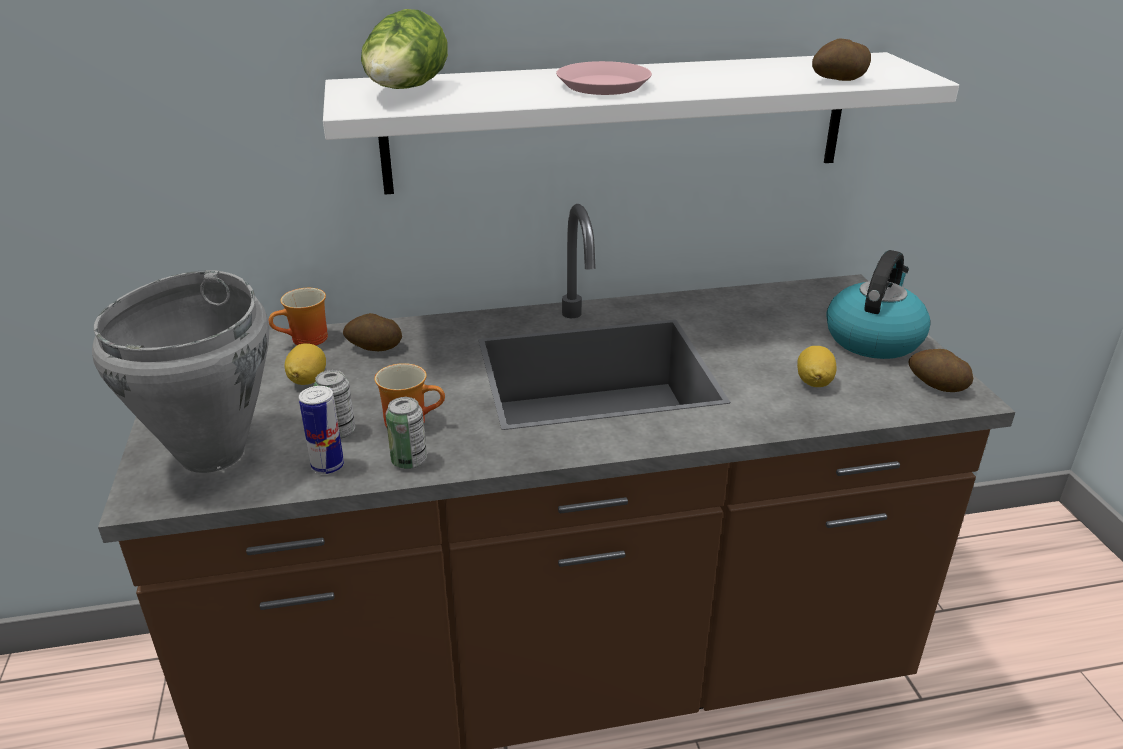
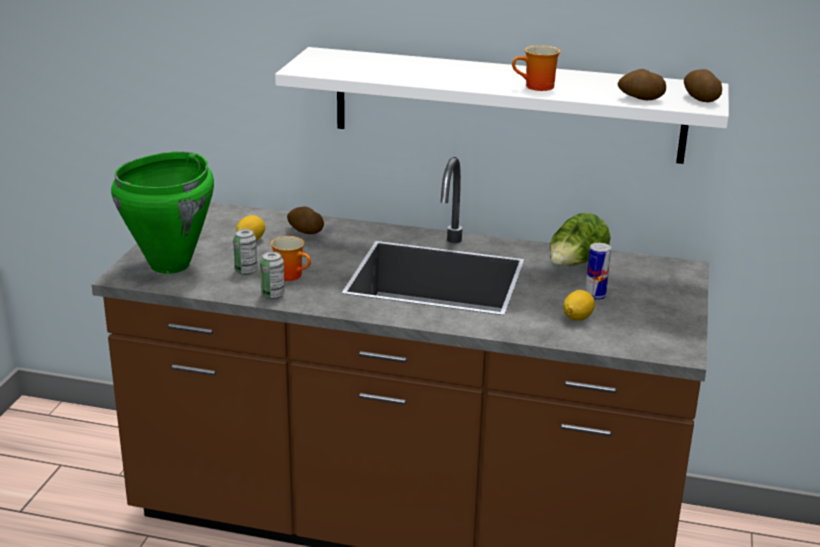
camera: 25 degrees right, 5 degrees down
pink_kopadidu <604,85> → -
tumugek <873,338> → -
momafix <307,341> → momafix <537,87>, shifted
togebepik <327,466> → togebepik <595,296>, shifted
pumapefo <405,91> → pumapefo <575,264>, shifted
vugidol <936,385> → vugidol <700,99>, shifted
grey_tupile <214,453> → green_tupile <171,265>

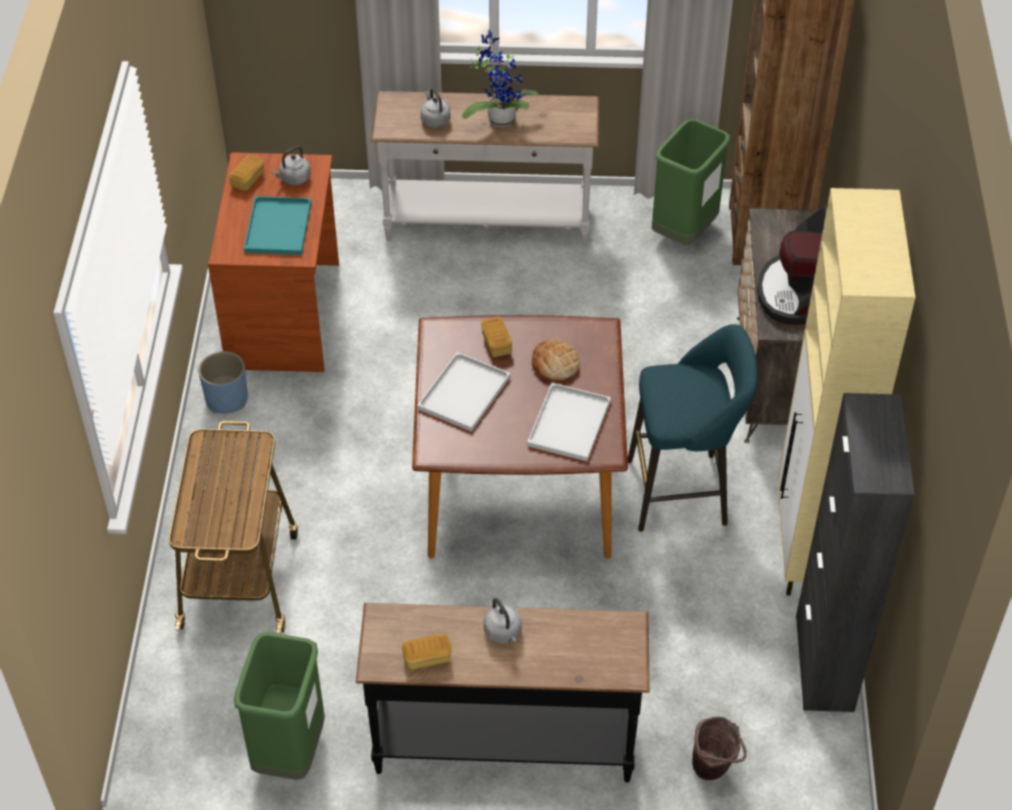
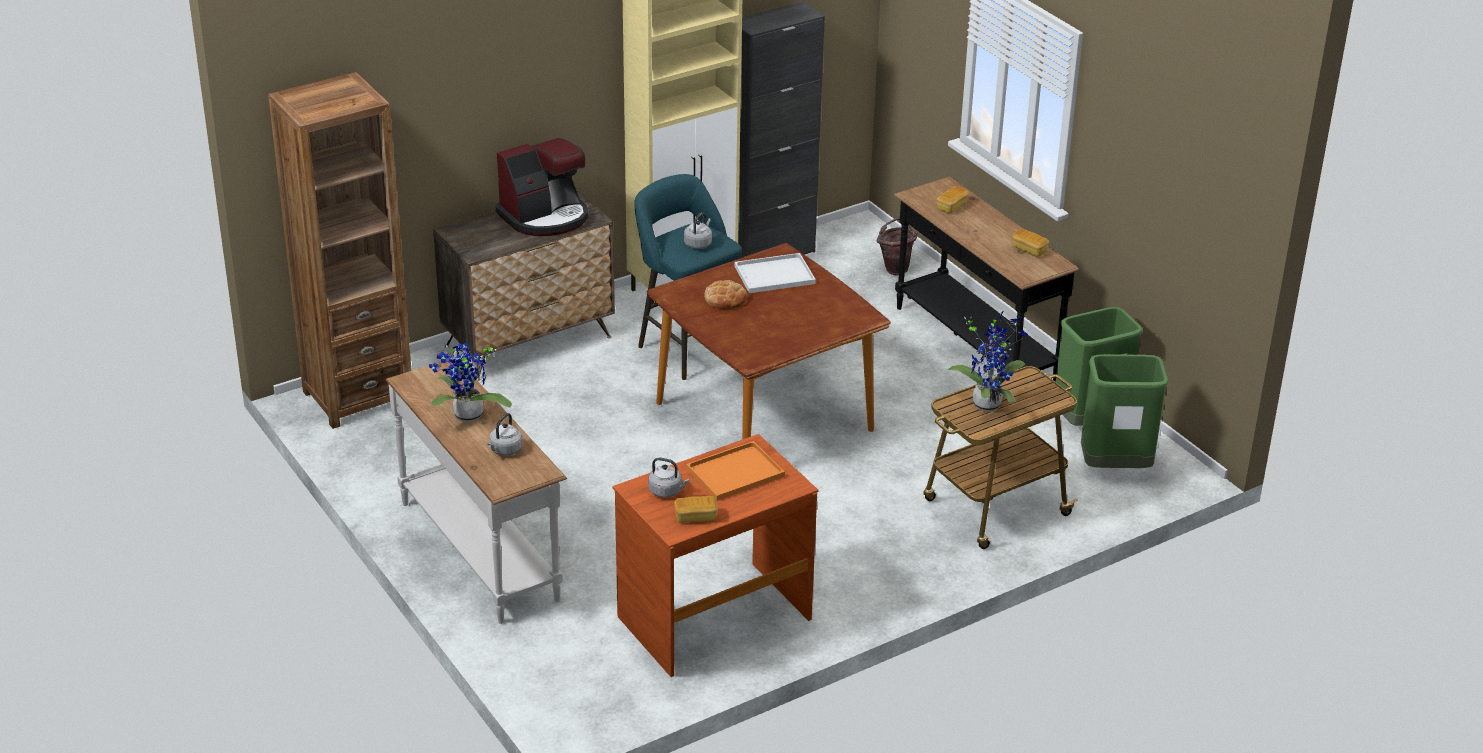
camera: 125 degrees left, 15 degrees down
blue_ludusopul <226,399> → -
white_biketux <464,391> → -
- → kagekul <988,403>
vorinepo <496,344> → vorinepo <952,206>, shifted
grey_tumugek <503,633> → grey_tumugek <698,243>, shifted
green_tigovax <684,232> → green_tigovax <1115,468>, shifted
turquoise_biketux <277,226> → orange_biketux <734,473>

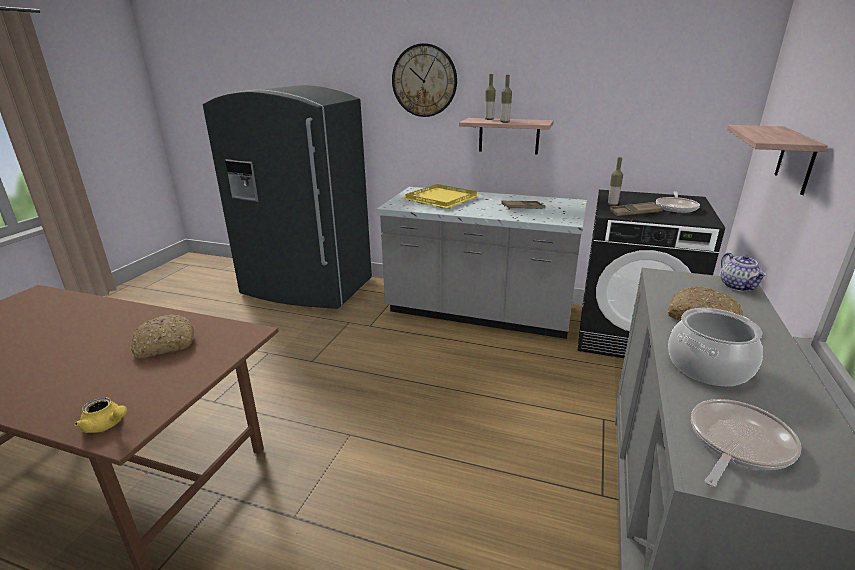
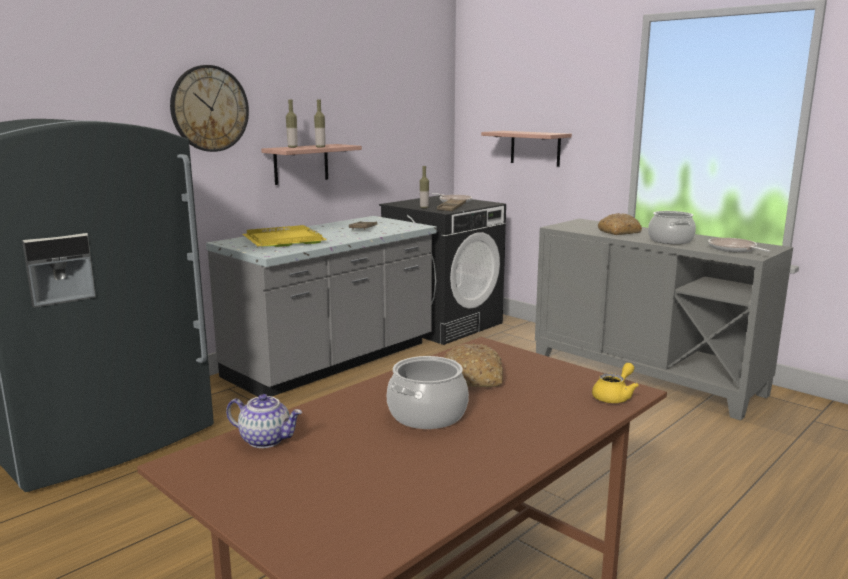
camera: 65 degrees left, 10 degrees down
- → tupile <427,415>
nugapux <738,286> → nugapux <266,440>, shifted

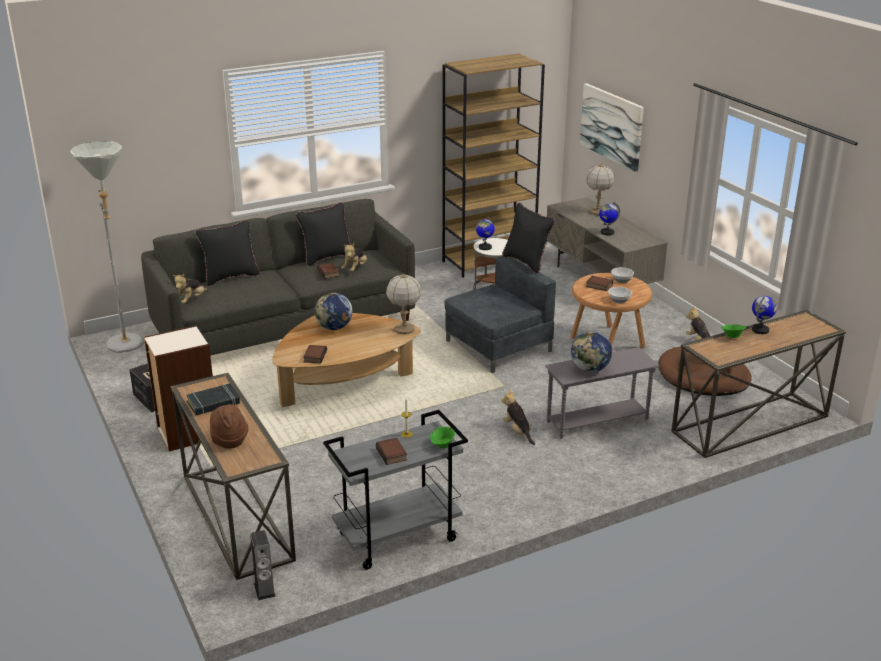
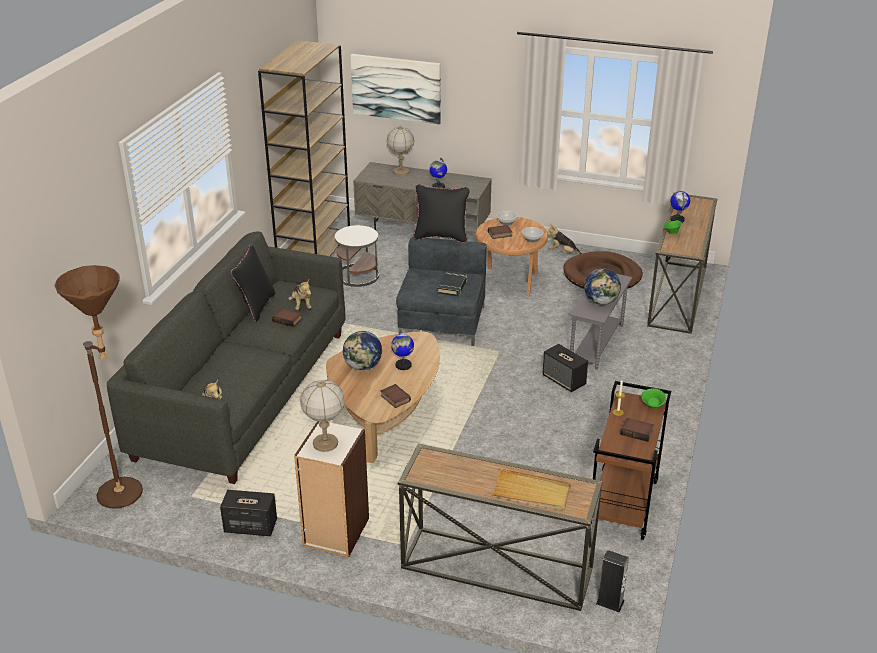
camera: 45 degrees left, 5 degrees up
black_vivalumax <230,277> → -
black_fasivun <214,403> → black_fasivun <452,286>, shifted
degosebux <404,329> → degosebux <325,444>, shifted
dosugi <484,247> → dosugi <403,365>, shifted
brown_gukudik <229,440> → beige_biketux <531,493>
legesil <518,432> → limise <564,380>
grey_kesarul <127,347> → brown_kesarul <129,496>
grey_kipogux <397,538> → brown_kipogux <623,505>

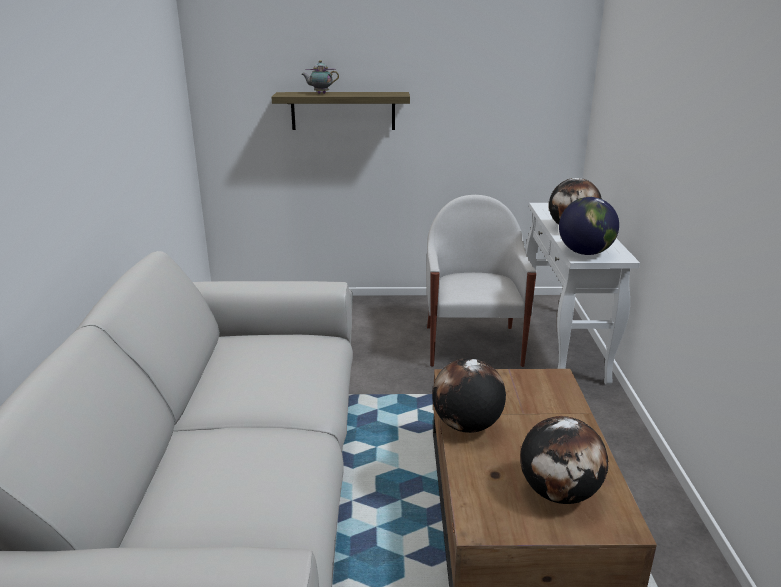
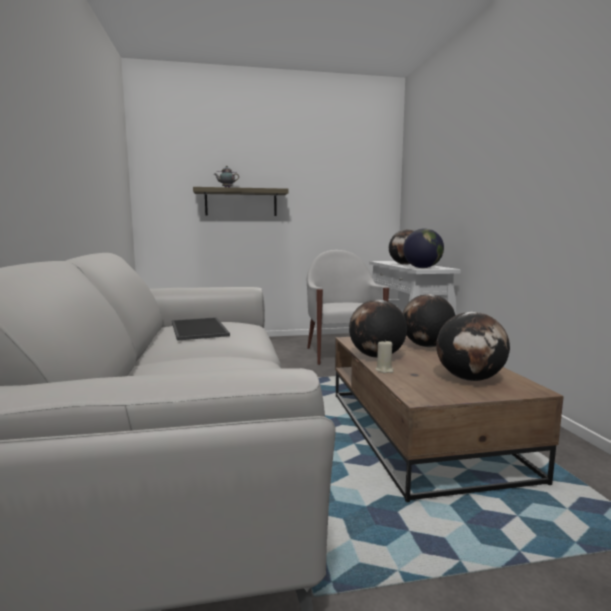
camera: 10 degrees left, 15 degrees down
- → biketux <200,329>
- → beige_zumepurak <384,370>
- → dosugi <426,346>

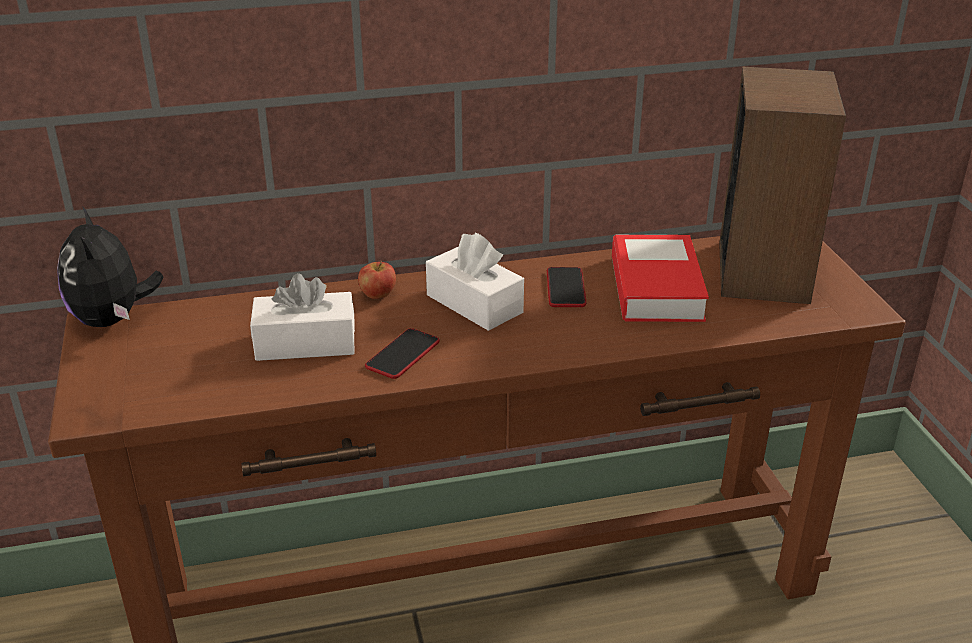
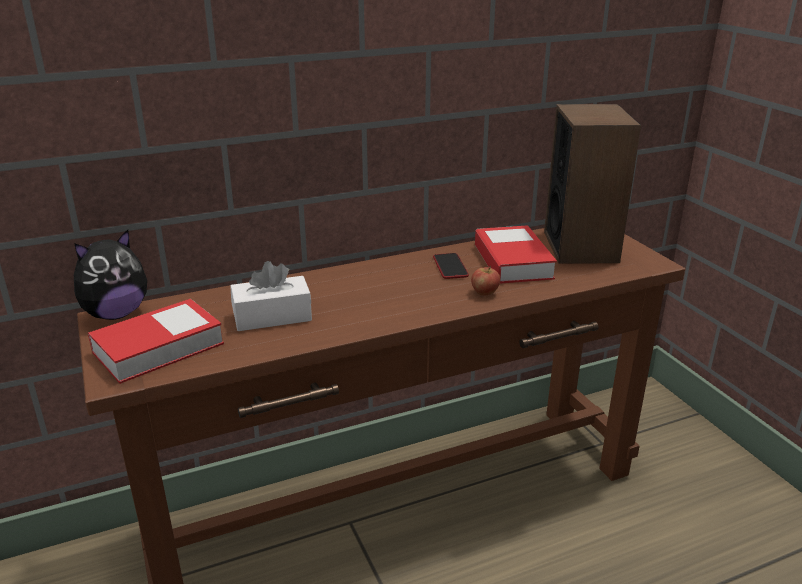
camera: 10 degrees left, 5 degrees down
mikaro <403,355> → -
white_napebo <474,304> → -
- → fasivun <158,348>
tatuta <378,295> → tatuta <484,293>, shifted
legesil <112,320> → legesil <115,314>, 105 degrees counterclockwise

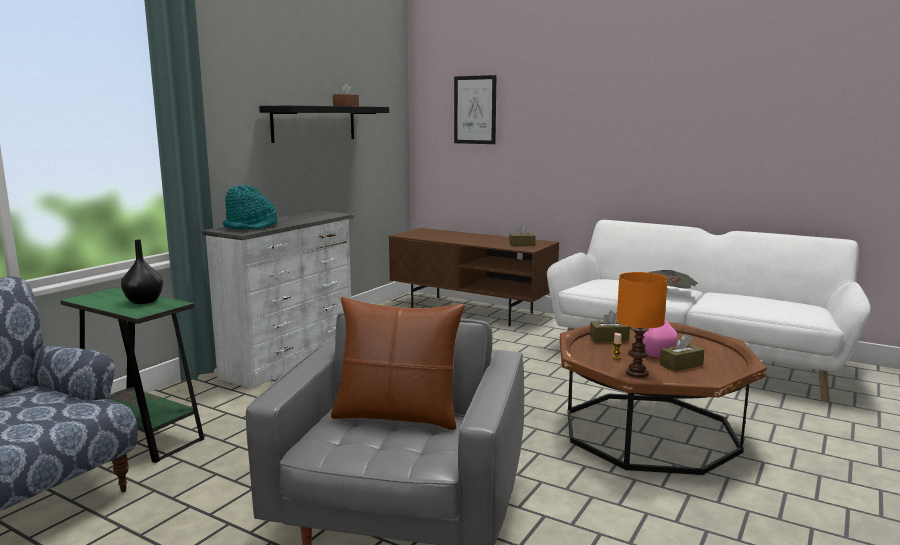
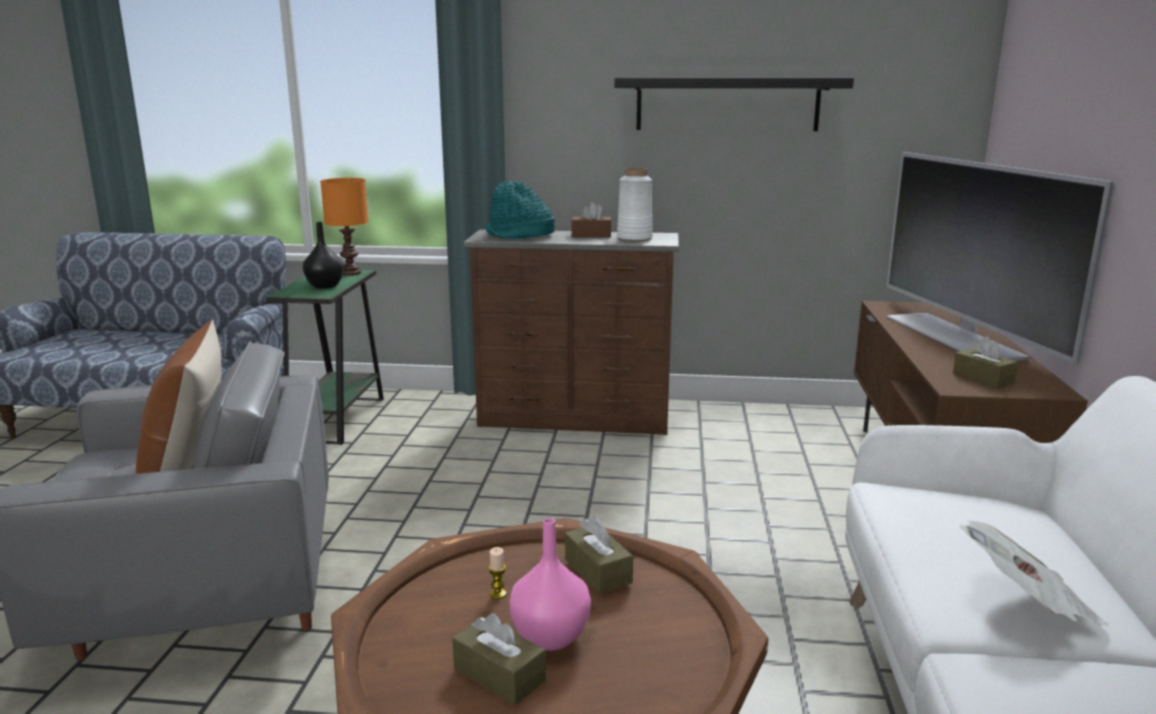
camera: 65 degrees right, 5 degrees up
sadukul <475,110> → -
- → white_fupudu <634,238>
- → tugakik <955,336>
brown_napebo <346,106> → brown_napebo <591,235>, shifted
orange_degosebux <636,373> → orange_degosebux <351,273>, shifted
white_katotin <292,360> → brown_katotin <575,420>

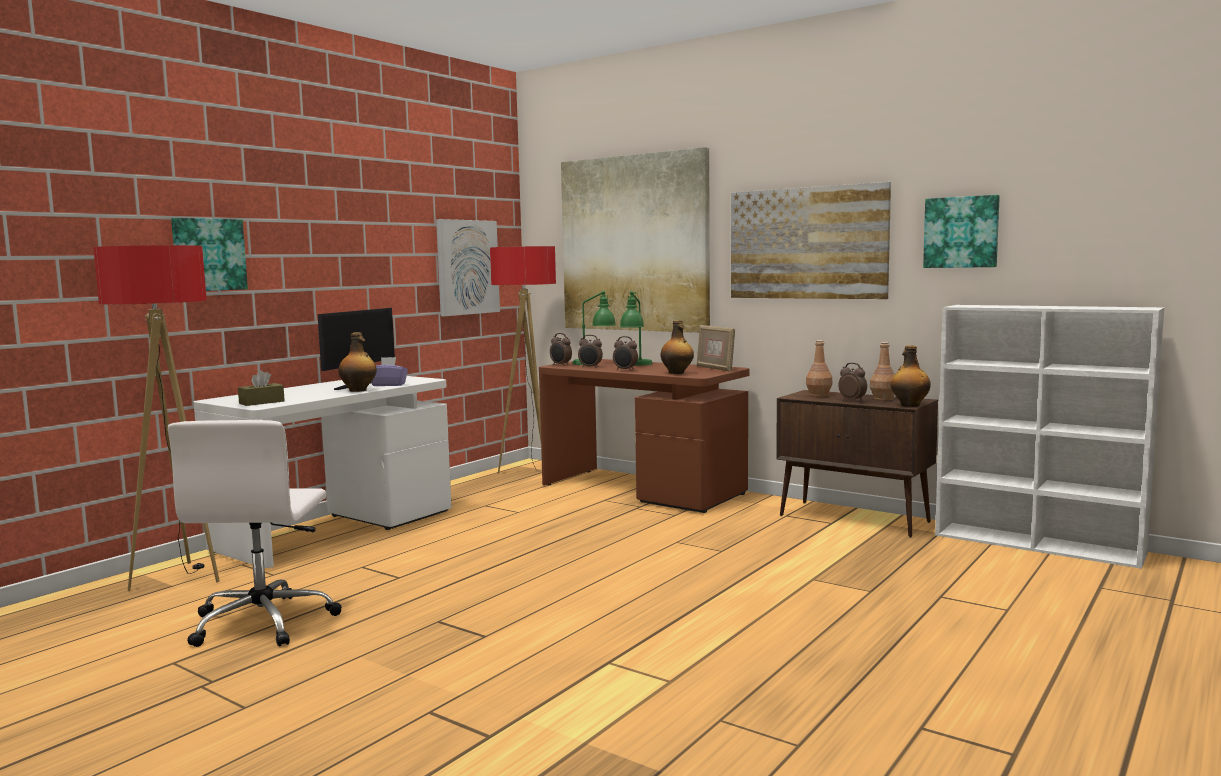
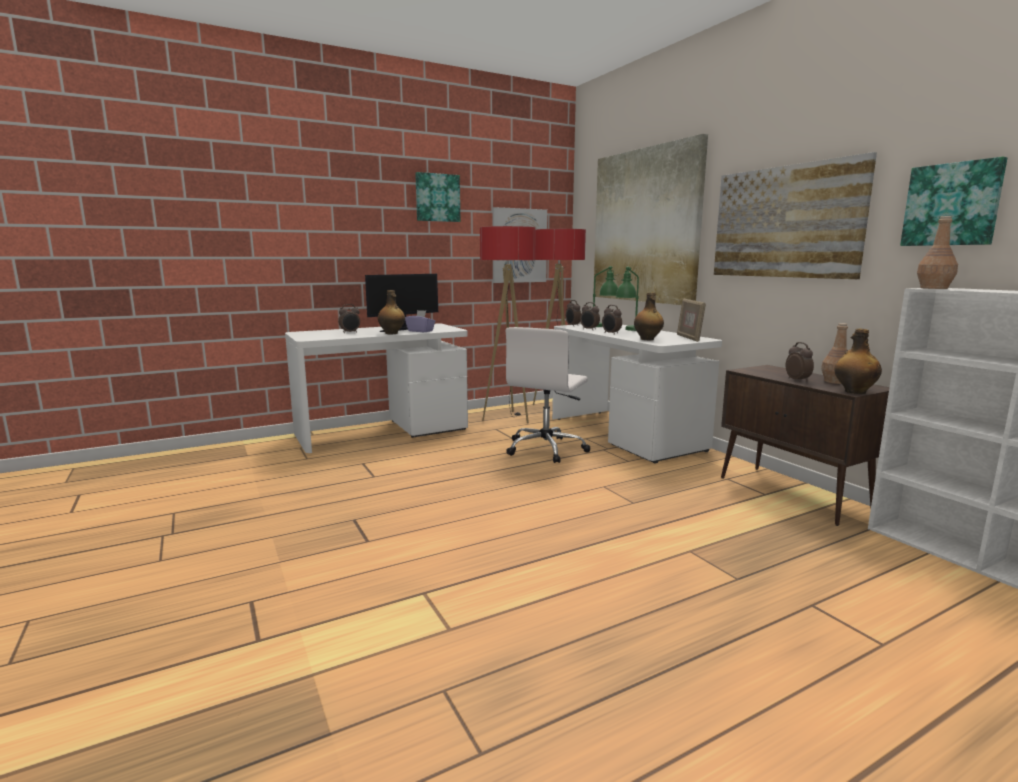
camera: 25 degrees right, 5 degrees up
brown_napebo <261,402> → -
- → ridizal <350,332>
kesarul <179,578> → kesarul <508,418>, shifted
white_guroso <264,622> → white_guroso <546,449>, shifted
sadukul <208,254> → sadukul <437,197>, shifted
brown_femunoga <818,395> → brown_femunoga <933,288>, shifted
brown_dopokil <643,490> → white_dopokil <626,434>

